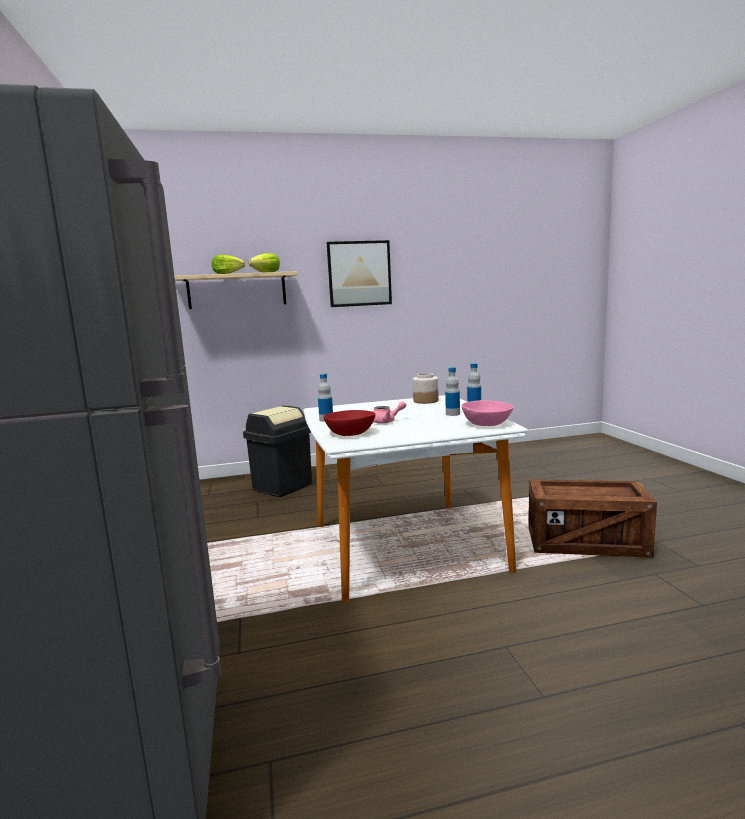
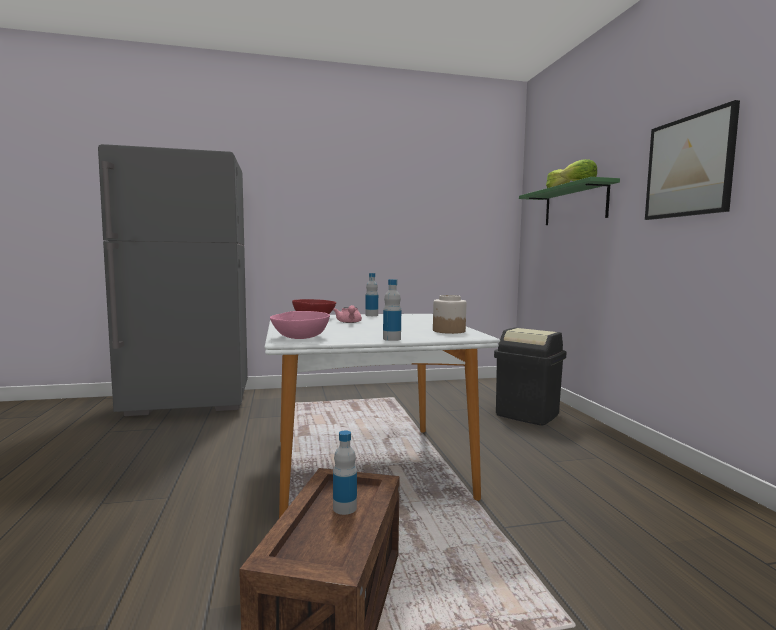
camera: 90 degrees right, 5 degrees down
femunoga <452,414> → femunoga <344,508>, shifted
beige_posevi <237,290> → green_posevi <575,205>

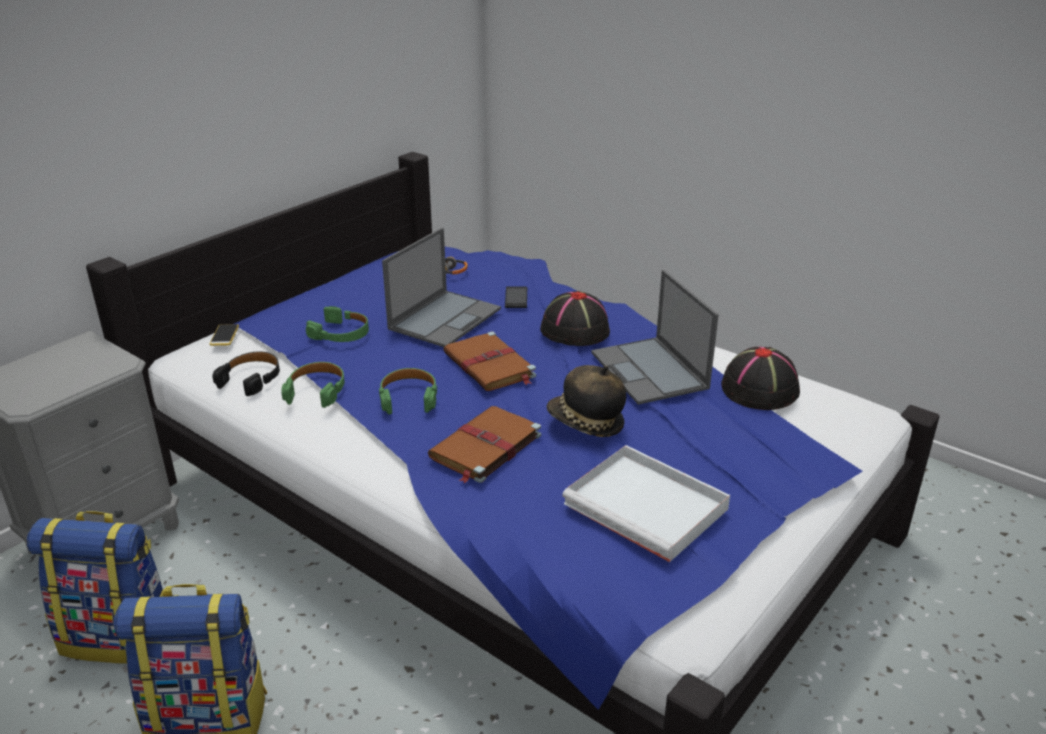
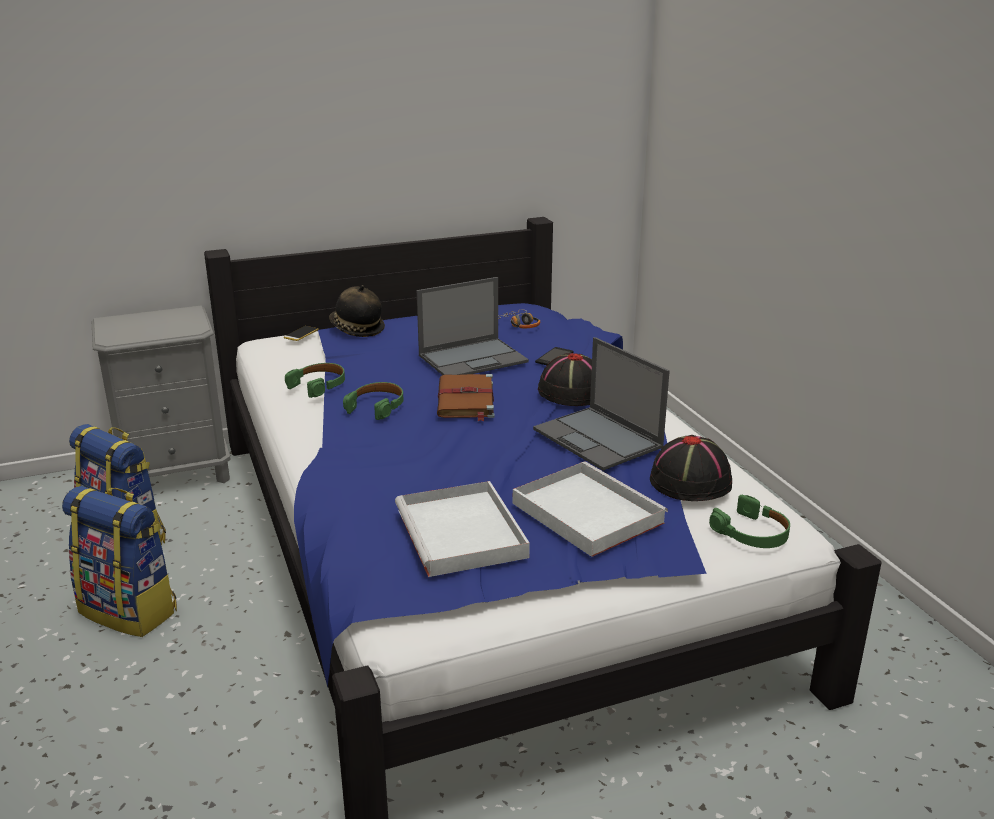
camera: 30 degrees right, 5 degrees down
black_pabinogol <251,379> → -
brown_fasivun <484,447> → -
- → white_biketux <584,512>
green_pabinogol <341,333> → green_pabinogol <752,533>, shifted
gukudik <585,423> → gukudik <356,329>, shifted
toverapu <650,371> → toverapu <598,439>, 45 degrees counterclockwise

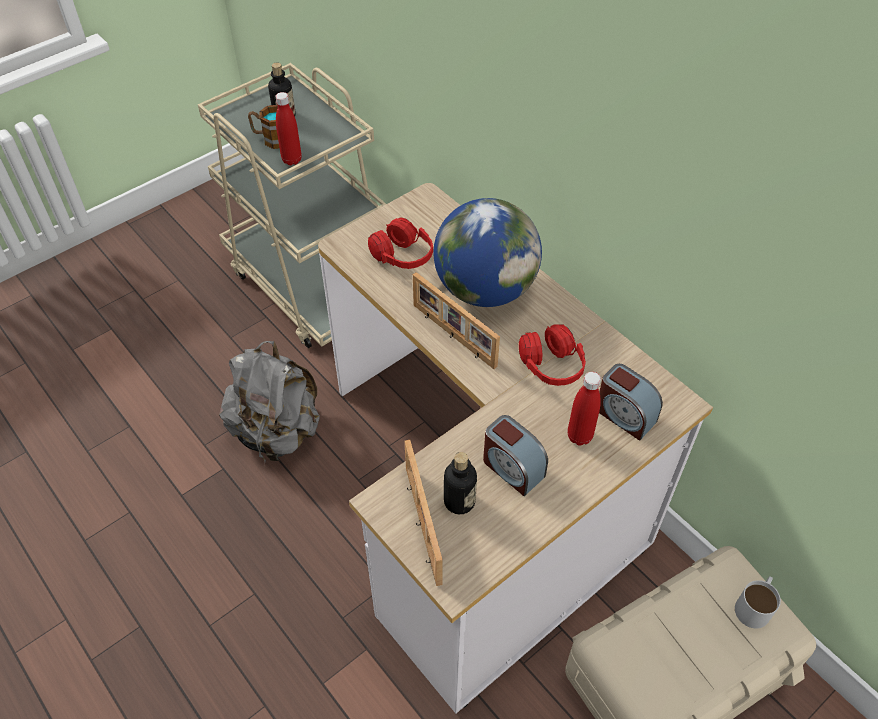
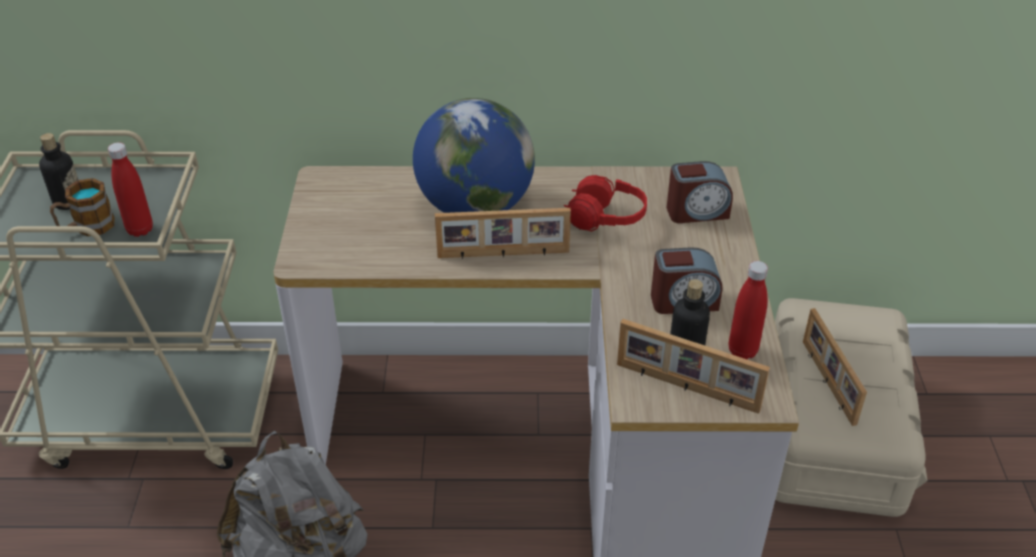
camera: 50 degrees left, 10 degrees down
red_pabinogol <402,258> → -
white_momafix <755,605> → -
- → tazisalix <827,382>
red_femunoga <579,436> → red_femunoga <742,351>, shifted

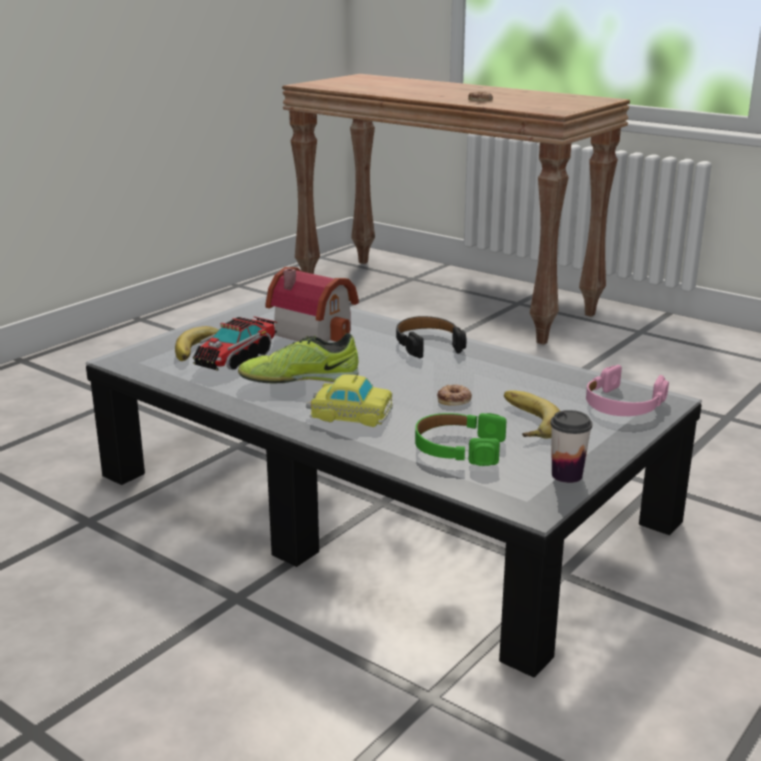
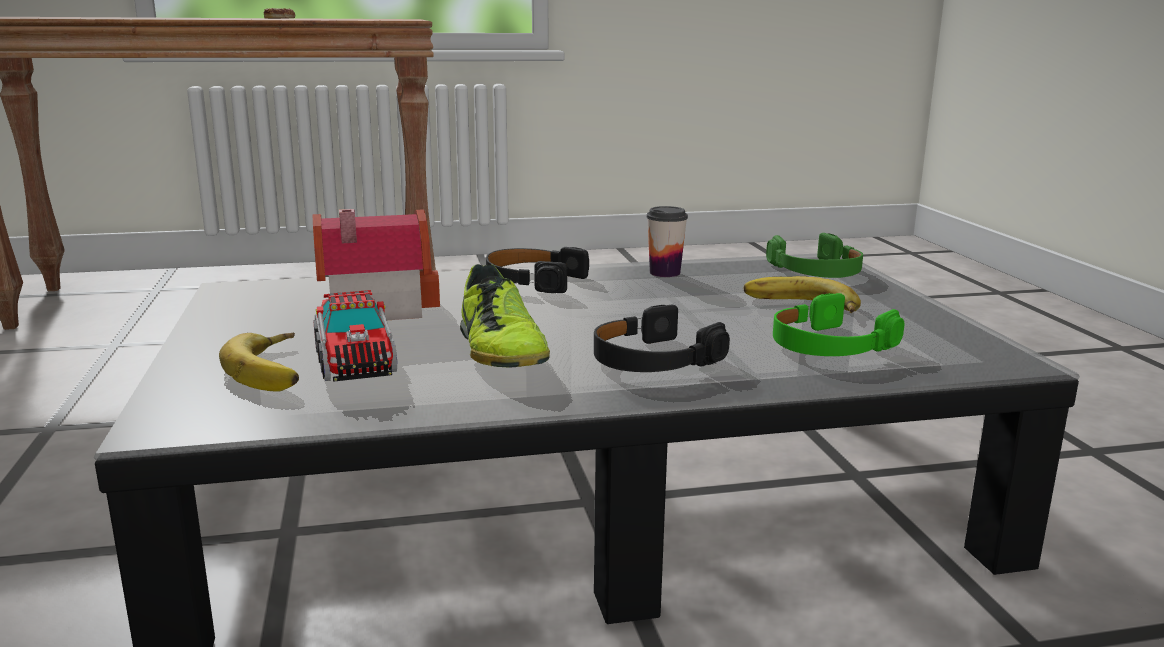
camera: 50 degrees left, 5 degrees down
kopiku <454,399> → -
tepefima <567,475> → tepefima <665,273>, shifted
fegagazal <349,413> → black_pabinogol <653,360>
pink_pabinogol <622,404> → green_pabinogol <816,271>
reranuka <299,379> → reranuka <500,352>, 45 degrees counterclockwise

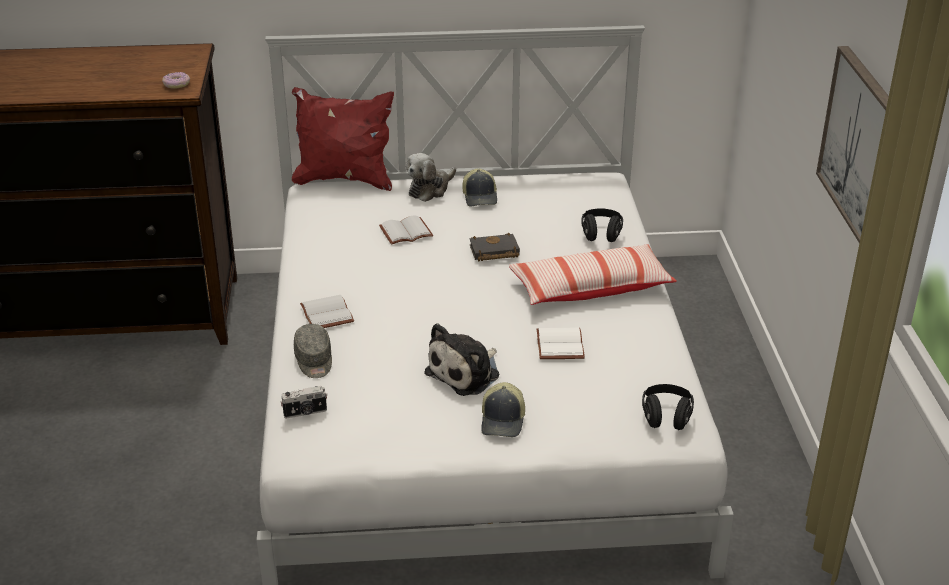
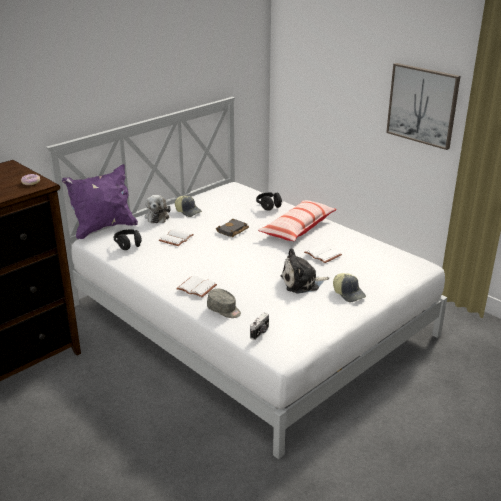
camera: 40 degrees left, 5 degrees down
black_pabinogol <666,417> → black_pabinogol <128,245>, shifted
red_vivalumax <344,180> → purple_vivalumax <104,228>
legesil <466,373> → legesil <302,283>, 75 degrees clockwise

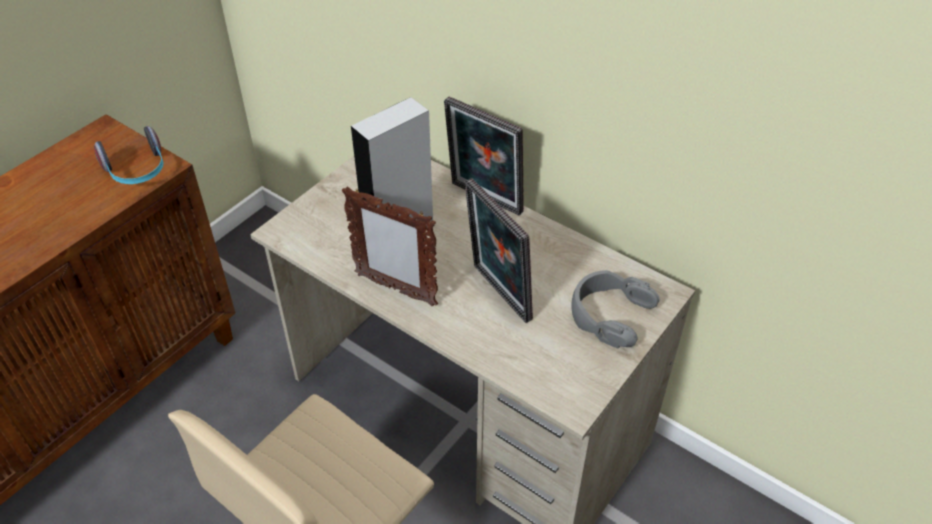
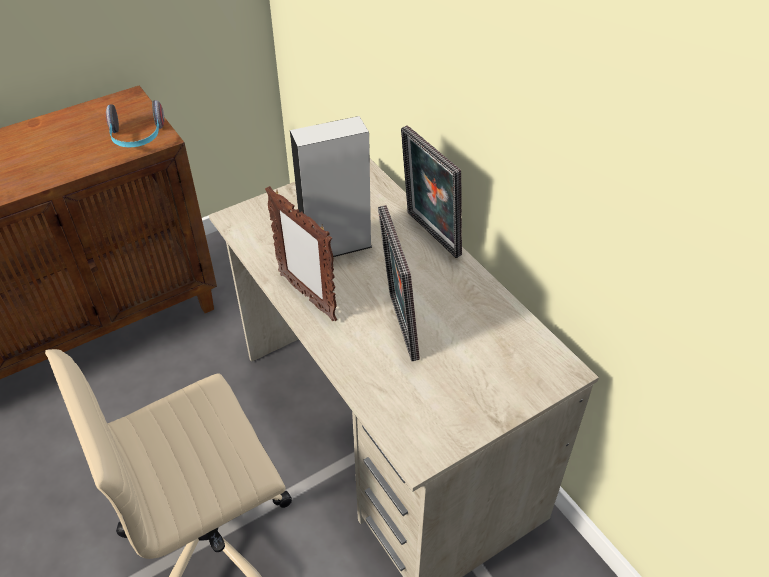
camera: 20 degrees right, 0 degrees up
grey_pabinogol <609,314> → -

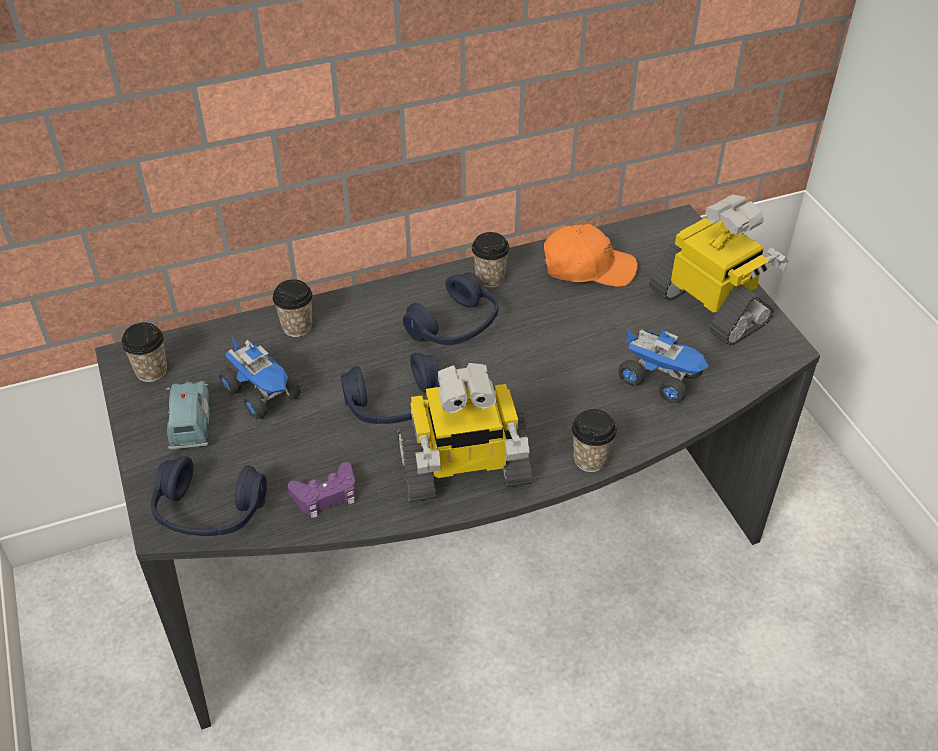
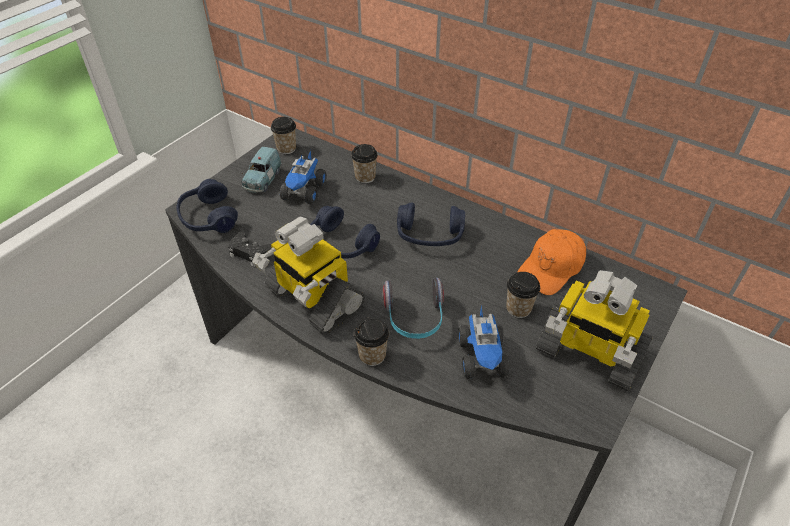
camera: 55 degrees right, 0 degrees up
- → pabinogol <414,319>
tepefima <490,278> → tepefima <518,309>, shifted
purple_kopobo <326,495> → black_kopobo <250,253>
blue_fegagazal <191,423> → blue_fegagazal <262,180>, 150 degrees clockwise
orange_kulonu <587,267> → orange_kulonu <551,268>, 75 degrees clockwise
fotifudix <711,307> → fotifudix <588,353>, 105 degrees clockwise

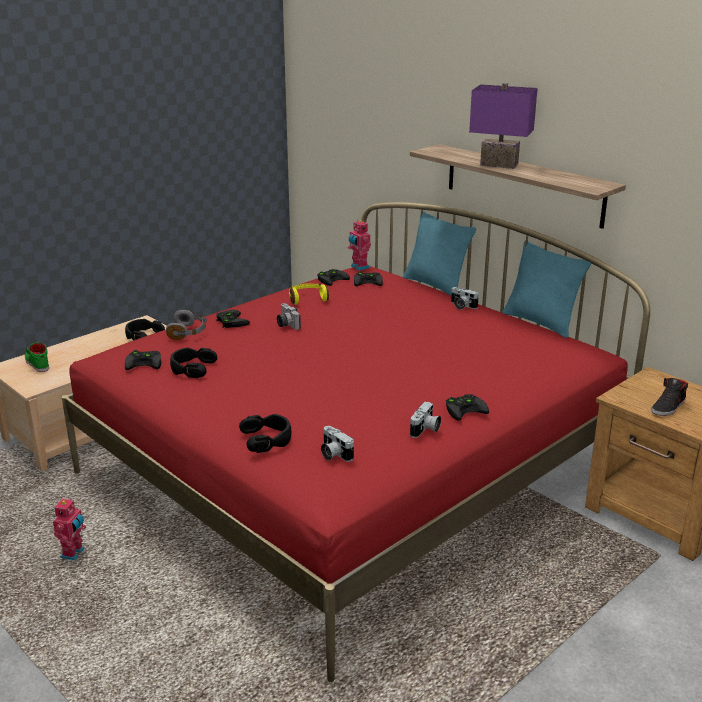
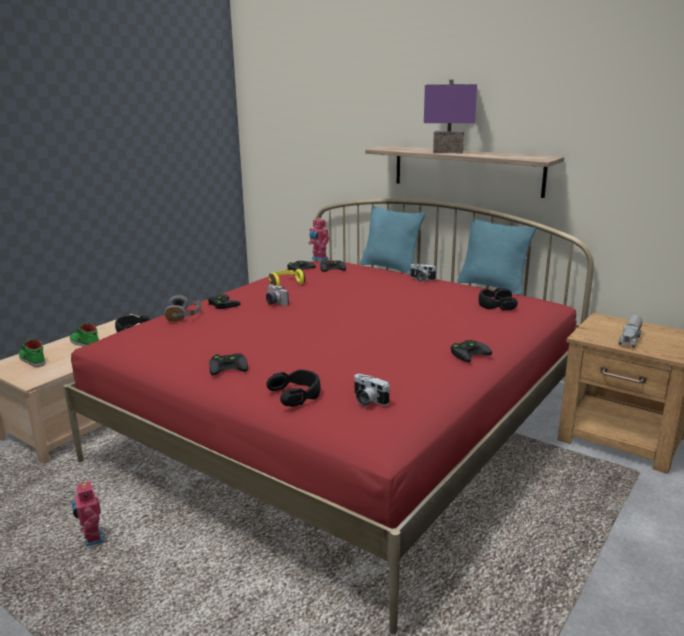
camera: 10 degrees left, 5 degrees down
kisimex <425,430> → -
- → green_reranuka <84,343>
black_kopobo <145,362> → black_kopobo <229,366>, shifted
black_pabinogol <192,368> → black_pabinogol <496,304>, shifted
black_reranuka <668,407> → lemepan <630,340>
fotifudix <74,554> → fotifudix <92,540>, 150 degrees clockwise

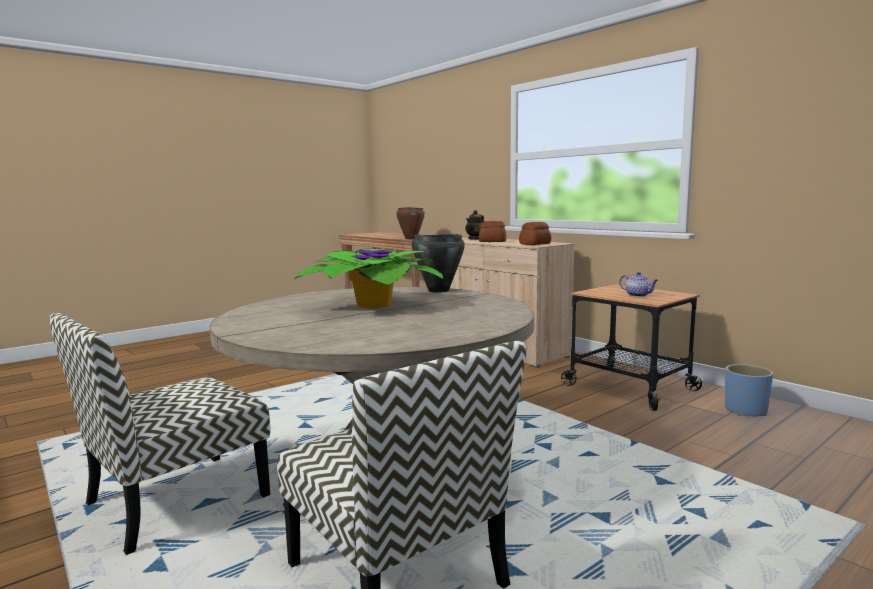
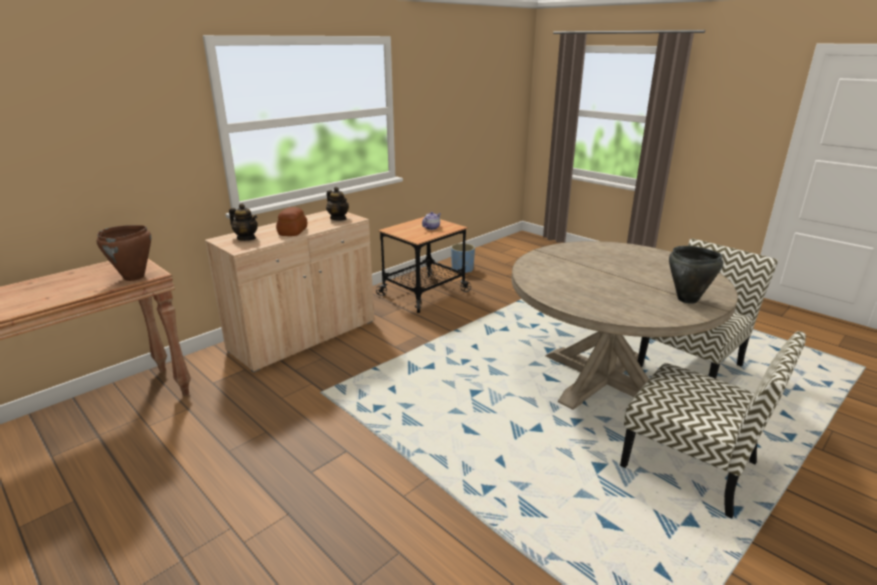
camera: 95 degrees left, 15 degrees up
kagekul <372,305> → -
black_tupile <438,290> → black_tupile <687,299>, shifted
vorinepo <535,244> → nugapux <338,218>

